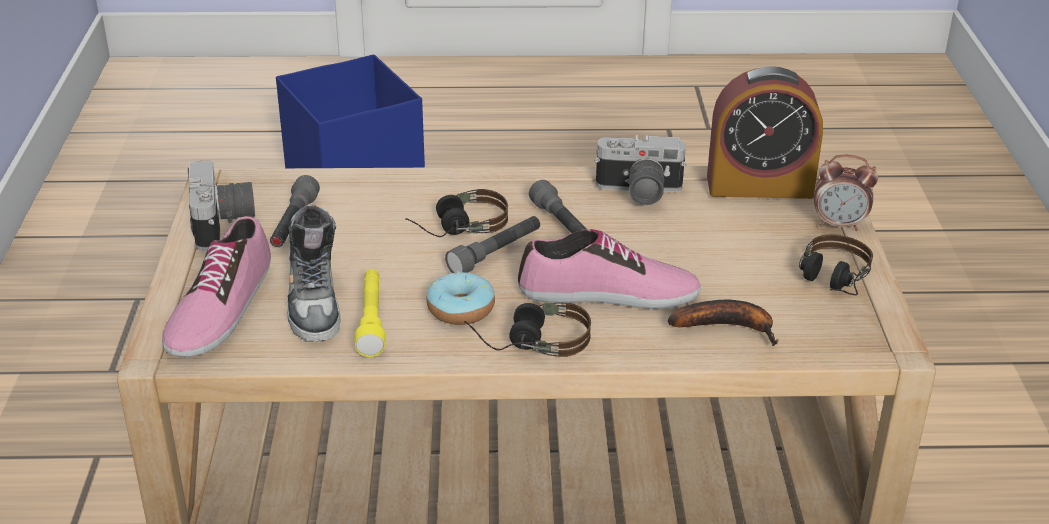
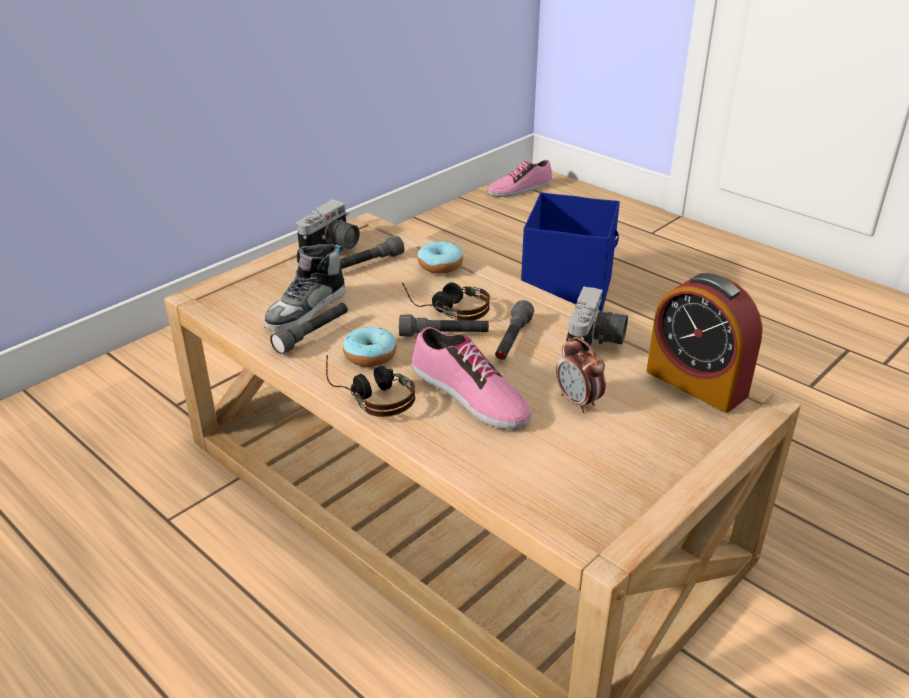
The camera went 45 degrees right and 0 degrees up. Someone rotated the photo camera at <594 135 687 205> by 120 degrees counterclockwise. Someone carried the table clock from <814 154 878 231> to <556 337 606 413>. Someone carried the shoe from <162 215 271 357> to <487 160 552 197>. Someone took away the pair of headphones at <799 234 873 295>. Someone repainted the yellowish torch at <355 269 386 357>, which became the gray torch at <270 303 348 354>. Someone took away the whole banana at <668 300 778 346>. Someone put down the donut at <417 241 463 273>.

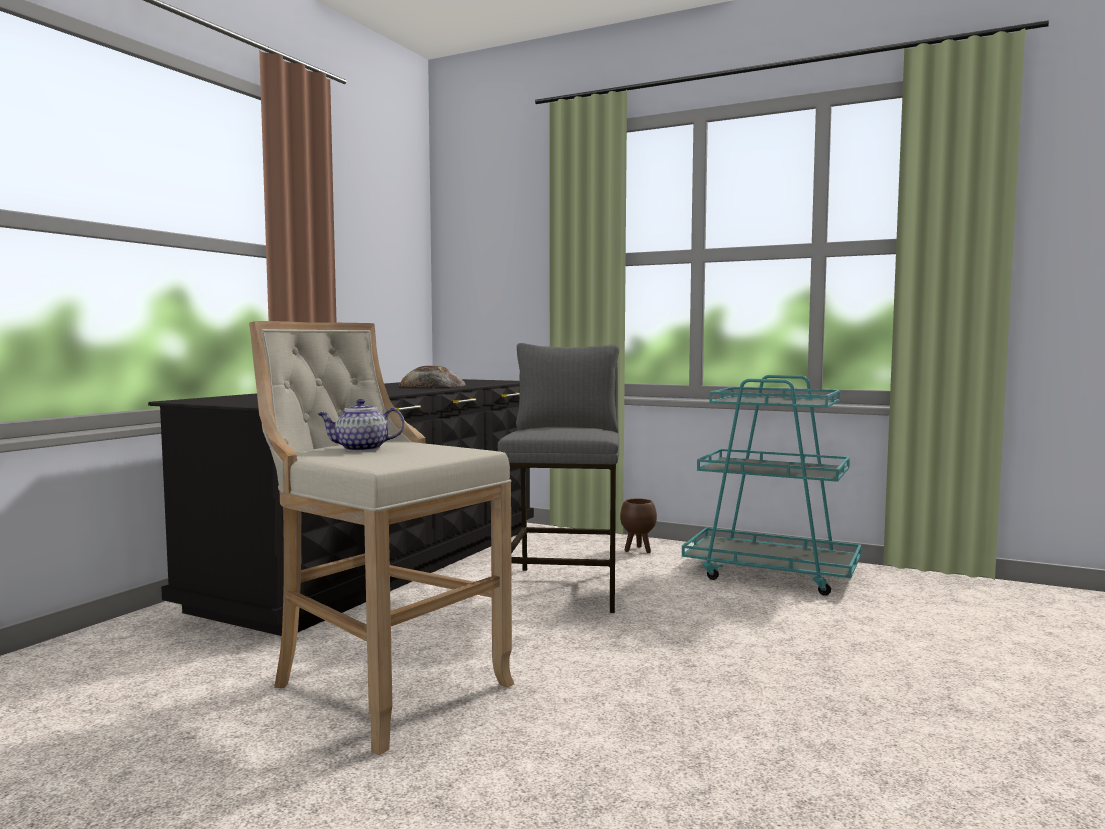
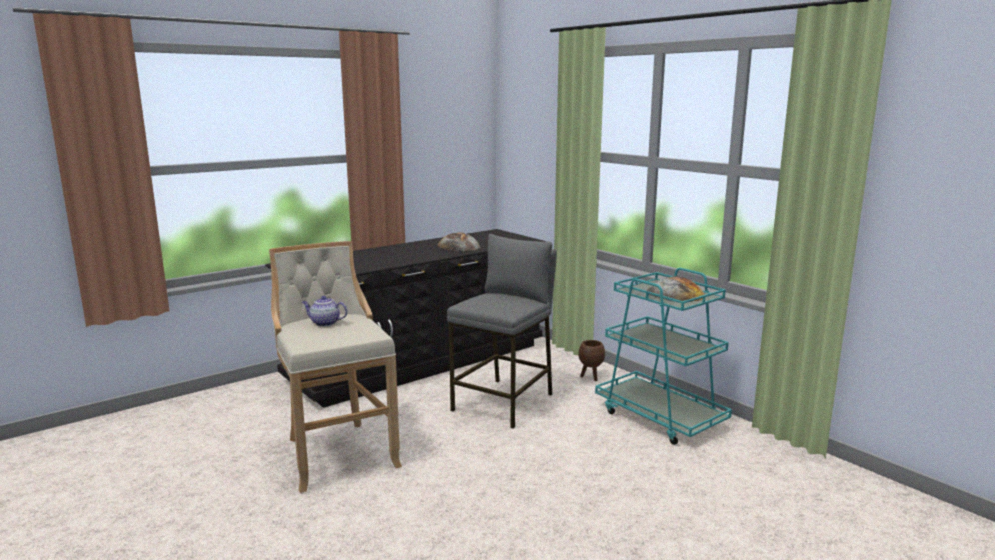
The camera went 25 degrees right and 10 degrees up. Someone put down the bread at <647 276 705 302>.

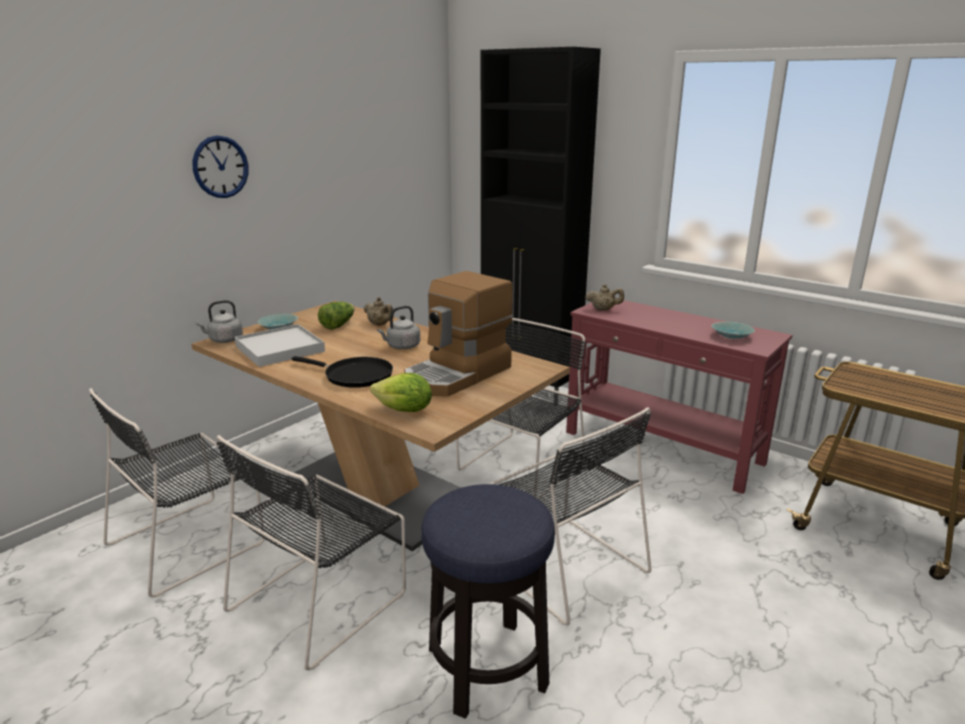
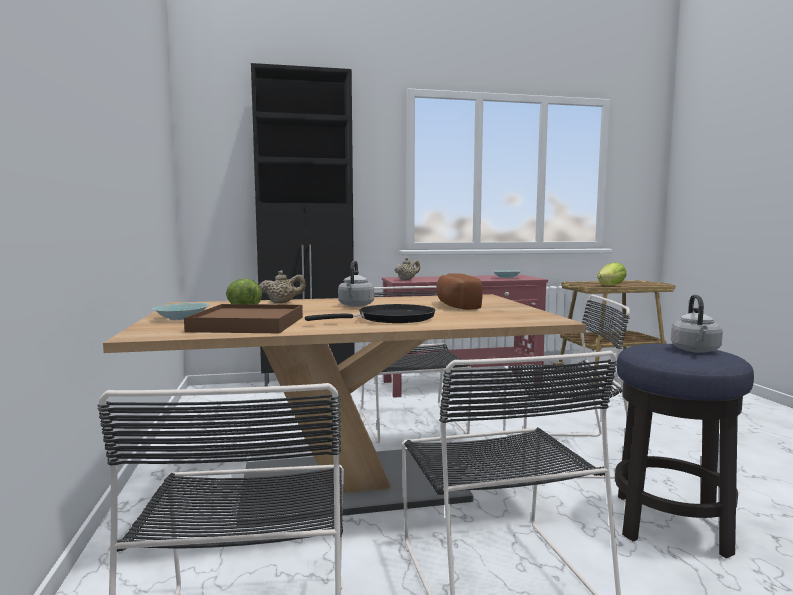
The camera went 50 degrees left and 15 degrees down. Someone took away the clock on the wall at <193 136 248 198>. Someone swapped the coffee maker at <404 271 513 397> for the bread at <436 273 482 310>. Someone carried the gray tea kettle from <196 300 243 343> to <671 295 723 353>. Someone repainted the white tray at <235 324 325 367>, which became the brown-coloured tray at <184 304 303 333>. Someone carried the lettuce head from <370 373 432 412> to <597 262 627 285>.

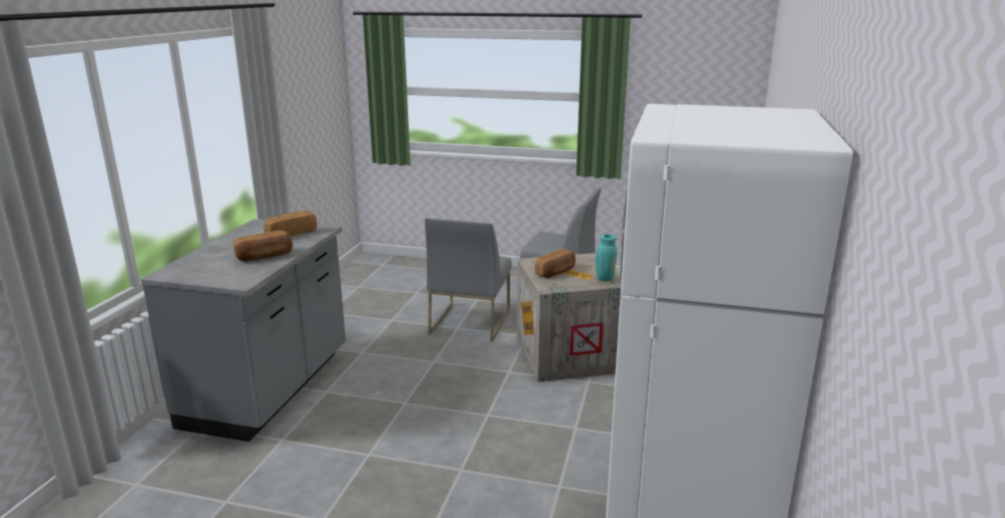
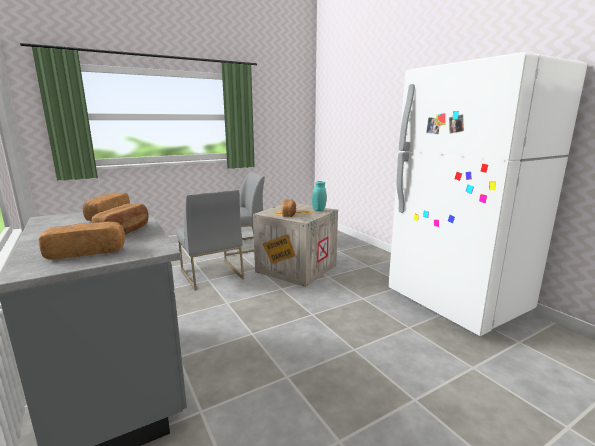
The camera went 45 degrees left and 5 degrees down. Someone put down the bread at <39 221 125 259>.

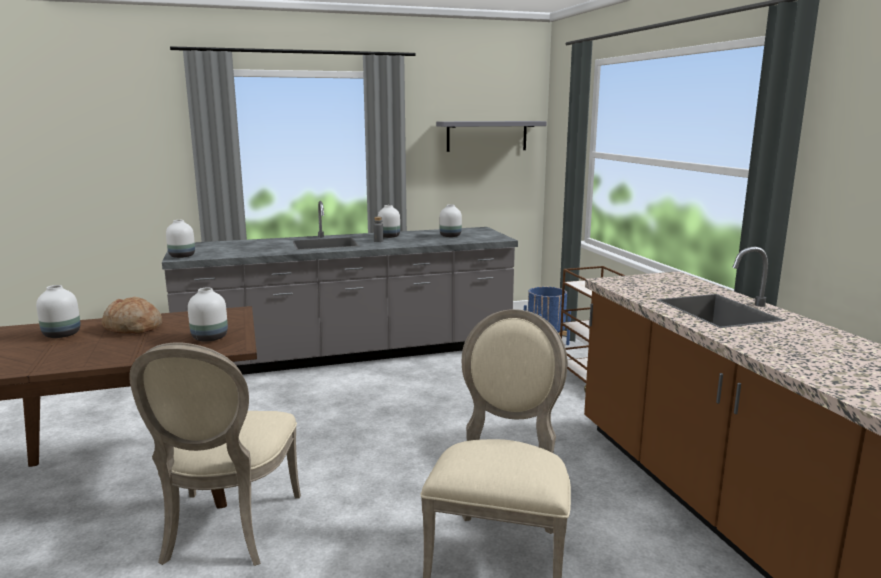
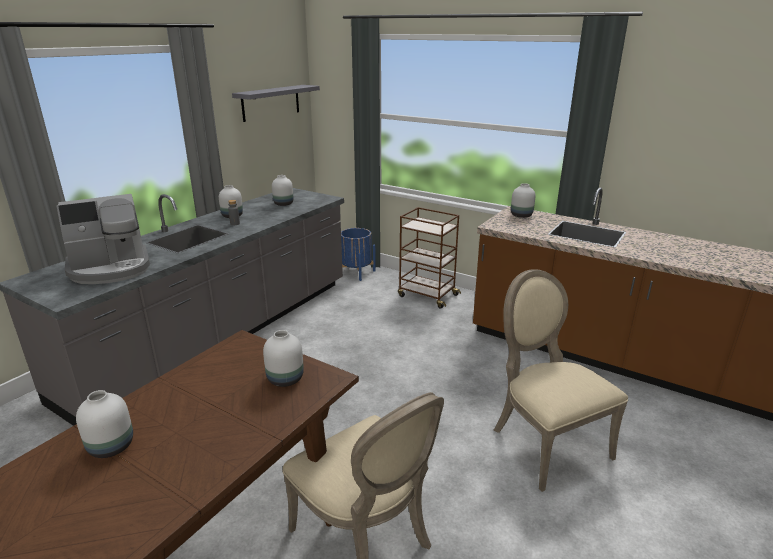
The camera went 40 degrees left and 10 degrees up. Someone carried the white decorative vase from <166 220 195 258> to <511 183 536 218>. Someone took away the bread at <102 297 162 334>. Someone put down the coffee maker at <57 194 150 284>.

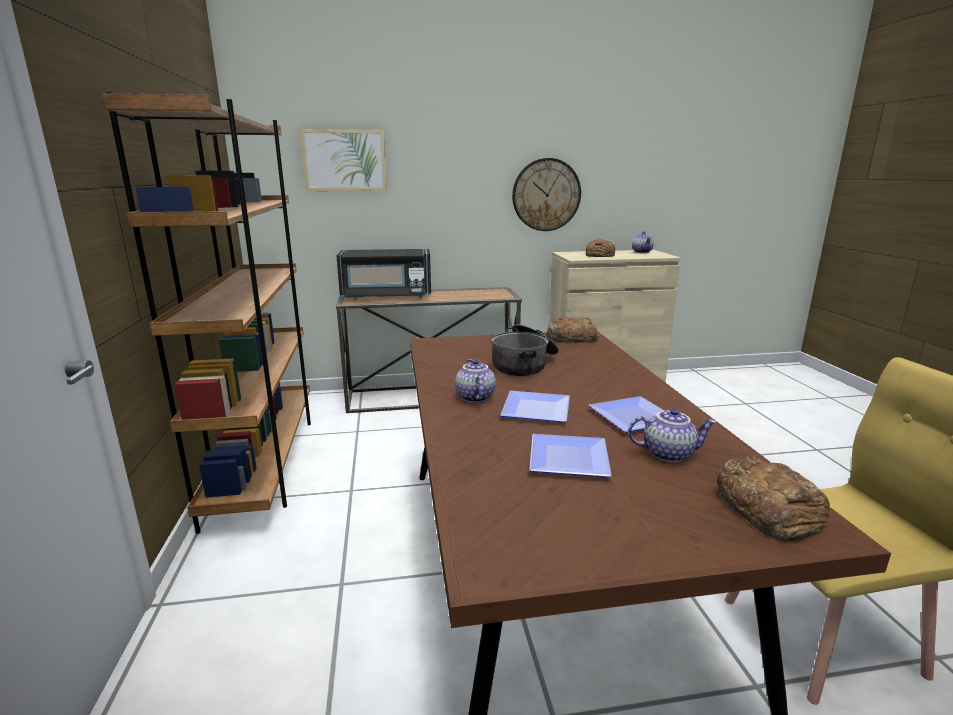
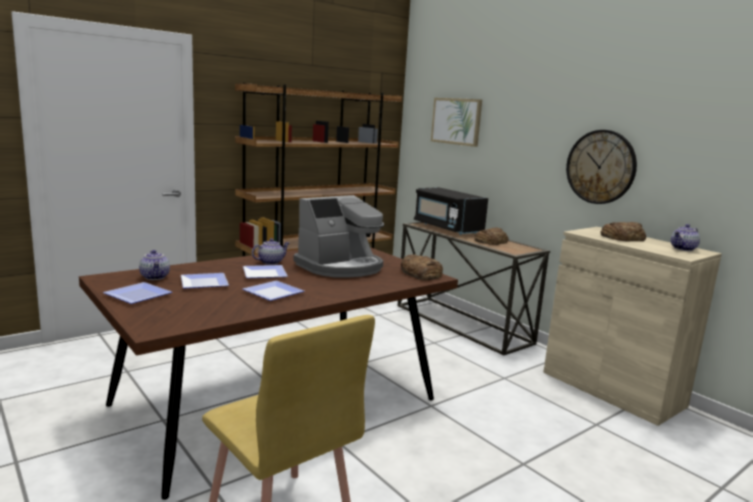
The camera went 60 degrees right and 5 degrees down. Someone swapped the saucepot at <491 325 559 376> for the coffee maker at <293 195 384 278>. Someone carried the pot for tea from <628 408 717 462> to <139 250 170 280>. Someone carried the bread from <717 456 830 540> to <474 228 509 245>. Someone put down the flat dish at <103 282 172 304>.

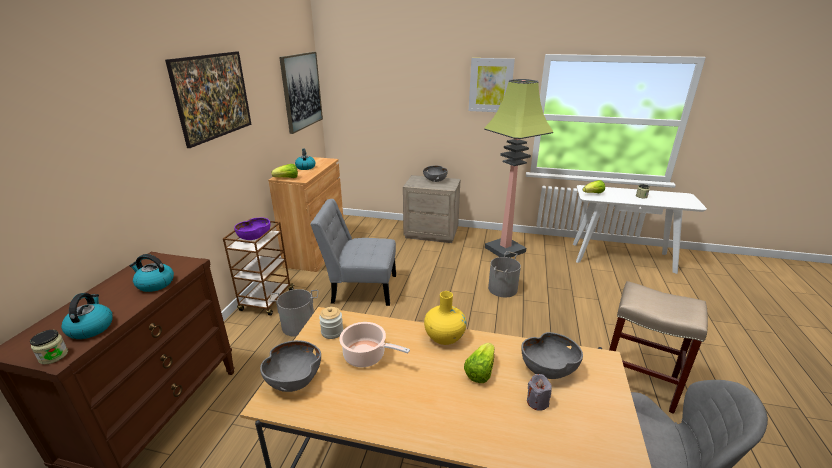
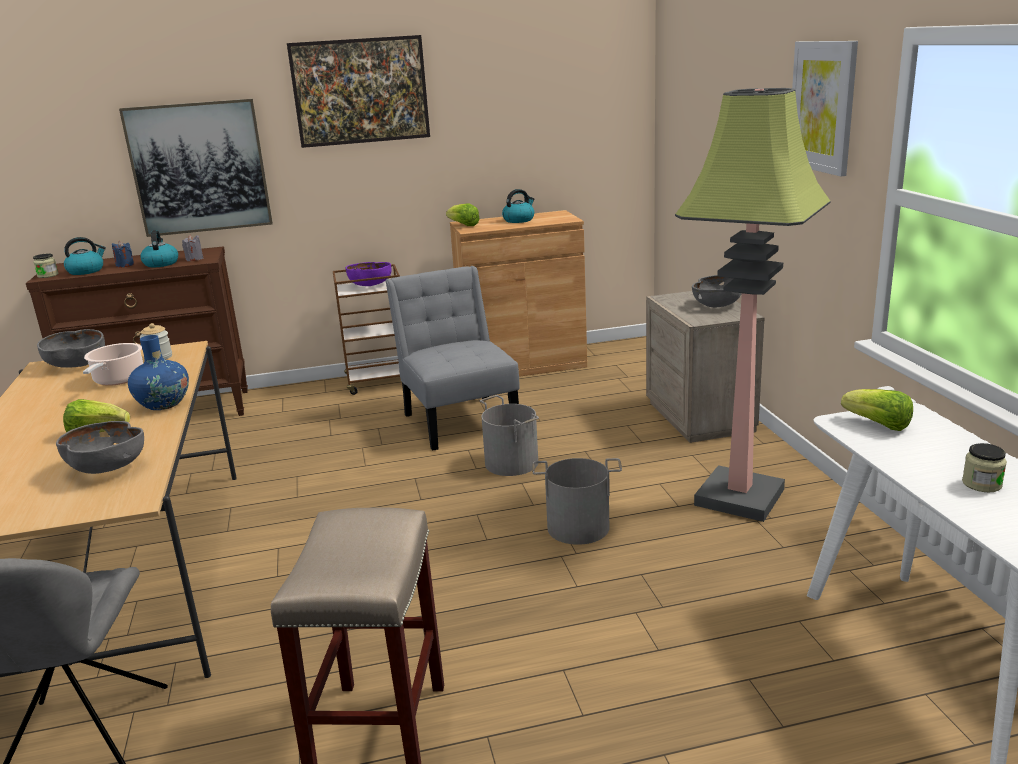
The camera went 65 degrees right and 5 degrees down. Someone carried the picture from <279 52 323 134> to <119 99 273 237>. Someone carried the gray pail from <269 289 318 337> to <480 395 539 476>. Someone repainted the yellowish decorative vase at <424 291 467 345>, which became the bluish decorative vase at <128 335 189 410>. Someone carried the gray candle from <527 374 552 411> to <182 235 204 261>. Someone put down the bluish candle at <112 241 134 267>.

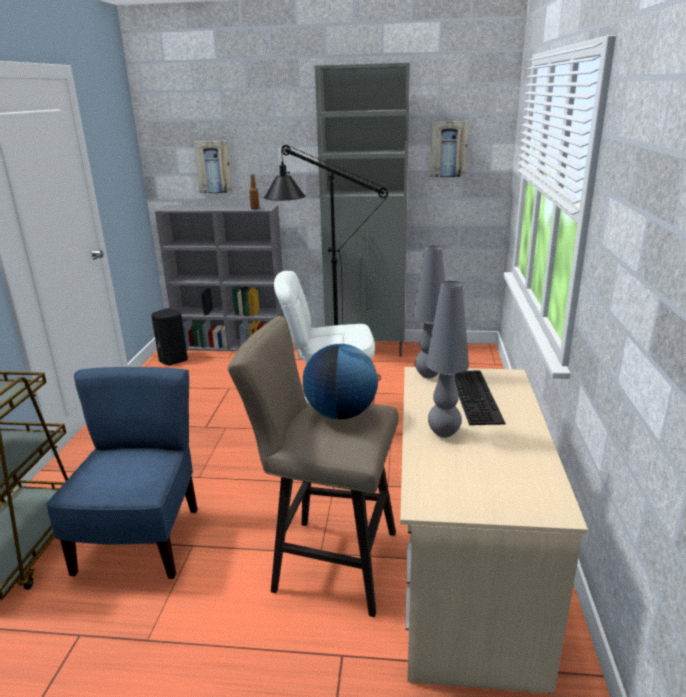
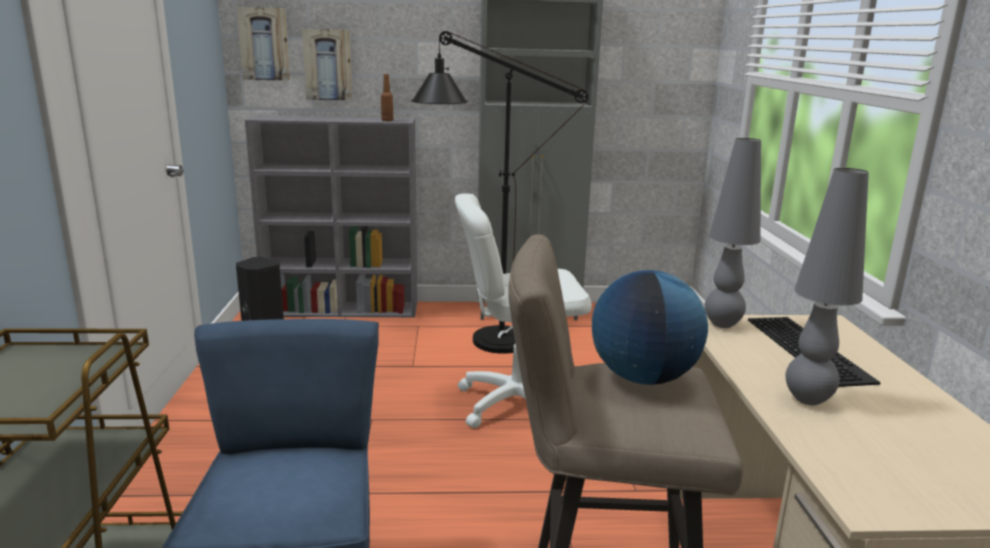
The camera went 10 degrees left and 5 degrees down. Someone carried the picture from <430 121 468 177> to <236 7 290 81>.

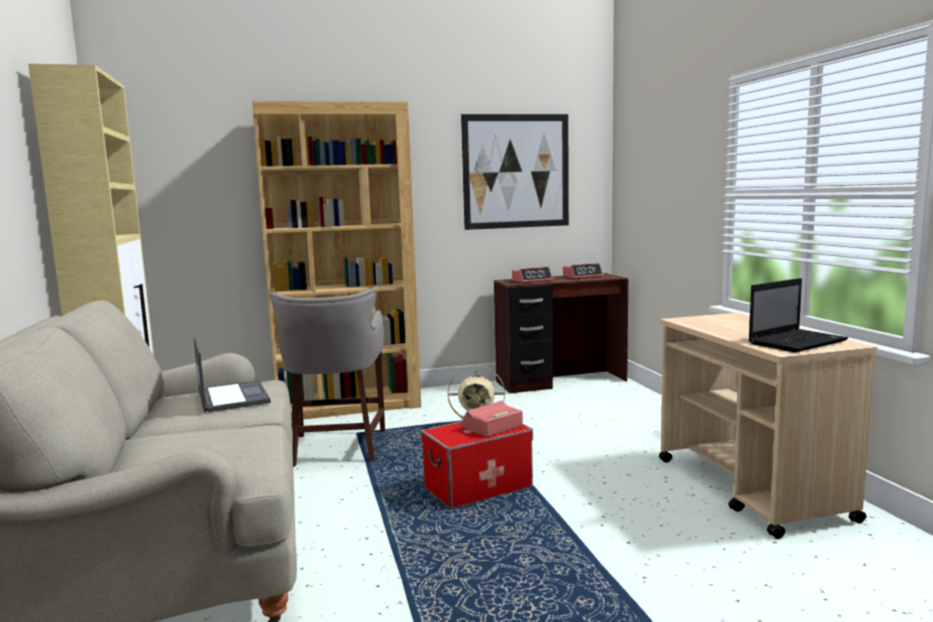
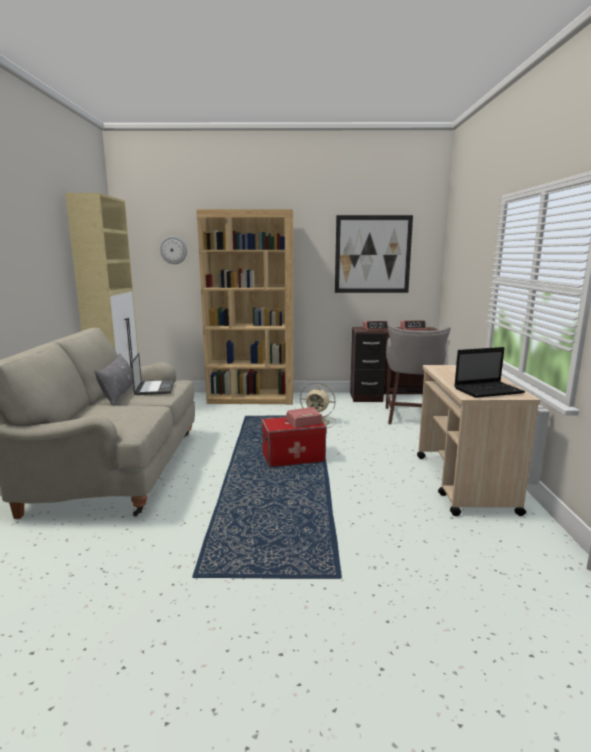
The camera went 15 degrees right and 5 degrees up. Someone carried the gray stool from <269 288 385 467> to <386 325 451 424>. Someone put up the clock on the wall at <160 236 187 264>. Someone put down the gray pillow at <95 353 133 406>.

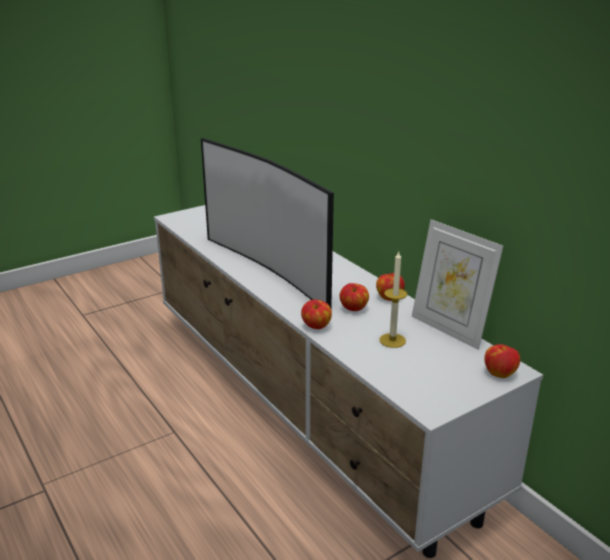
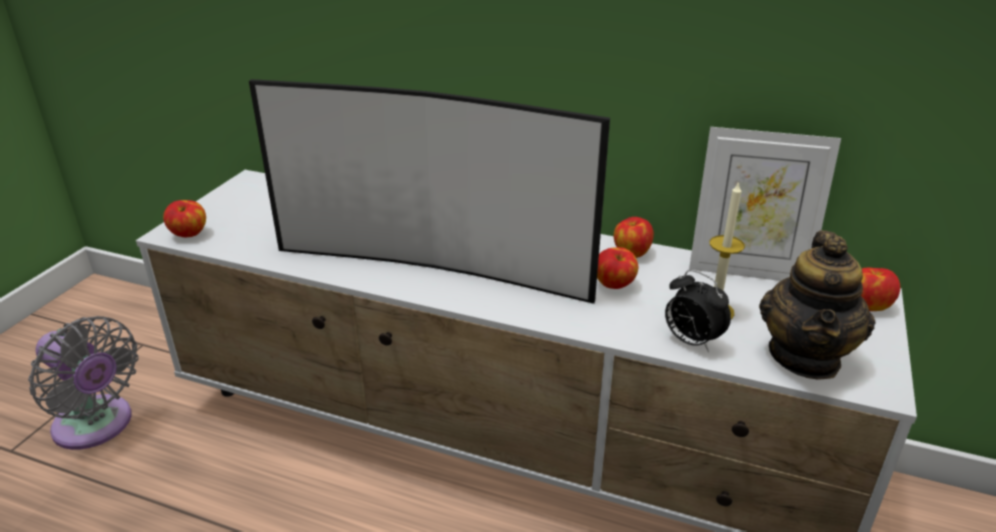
The camera went 35 degrees left and 5 degrees up. Someone carried the apple from <301 299 332 329> to <163 200 206 237>. Someone put down the pot for tea at <759 230 875 380>. Someone put down the table clock at <665 270 731 352>. Someone put down the gray electric fan at <28 316 139 450>.

